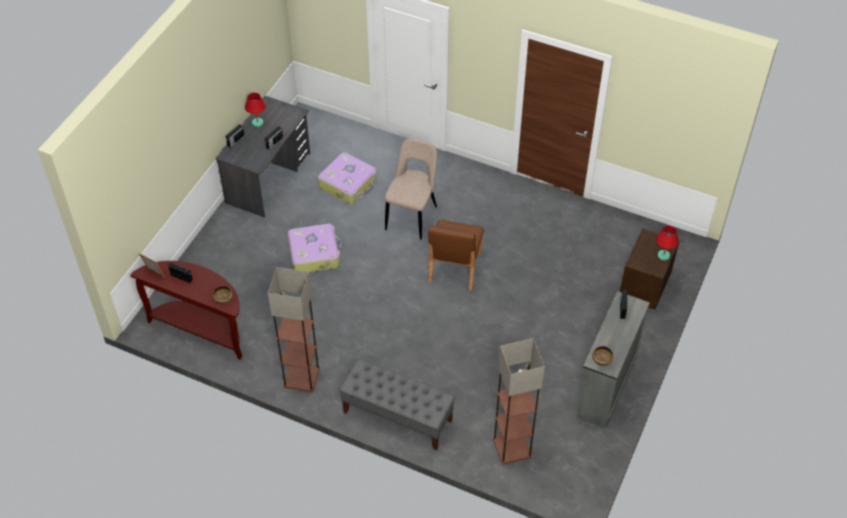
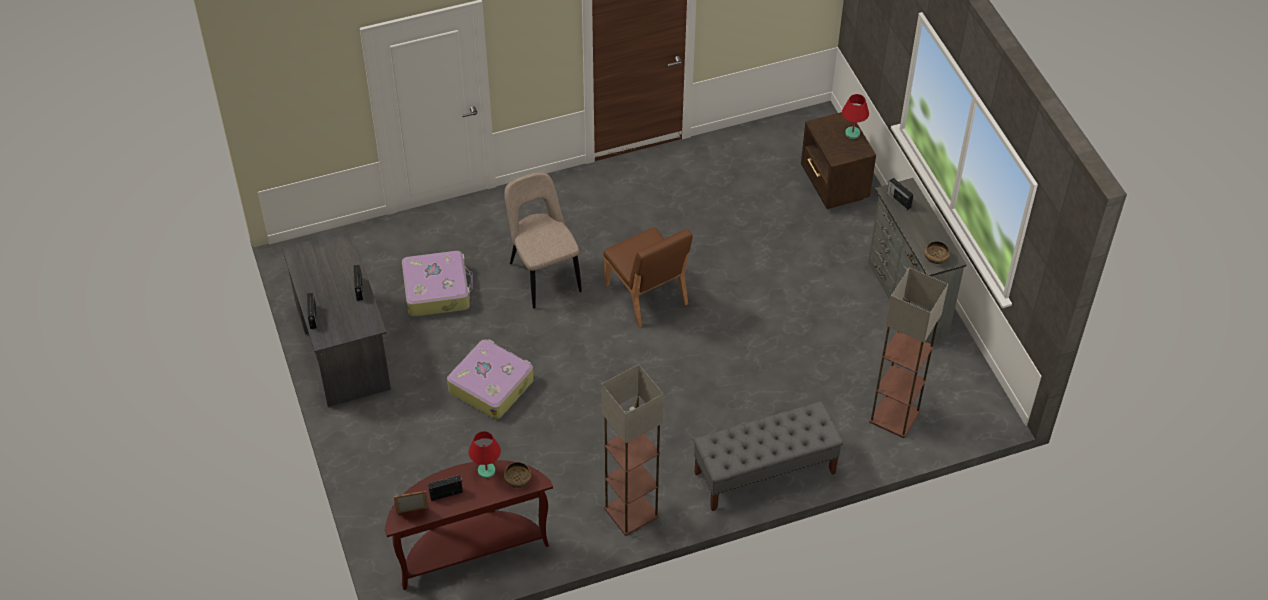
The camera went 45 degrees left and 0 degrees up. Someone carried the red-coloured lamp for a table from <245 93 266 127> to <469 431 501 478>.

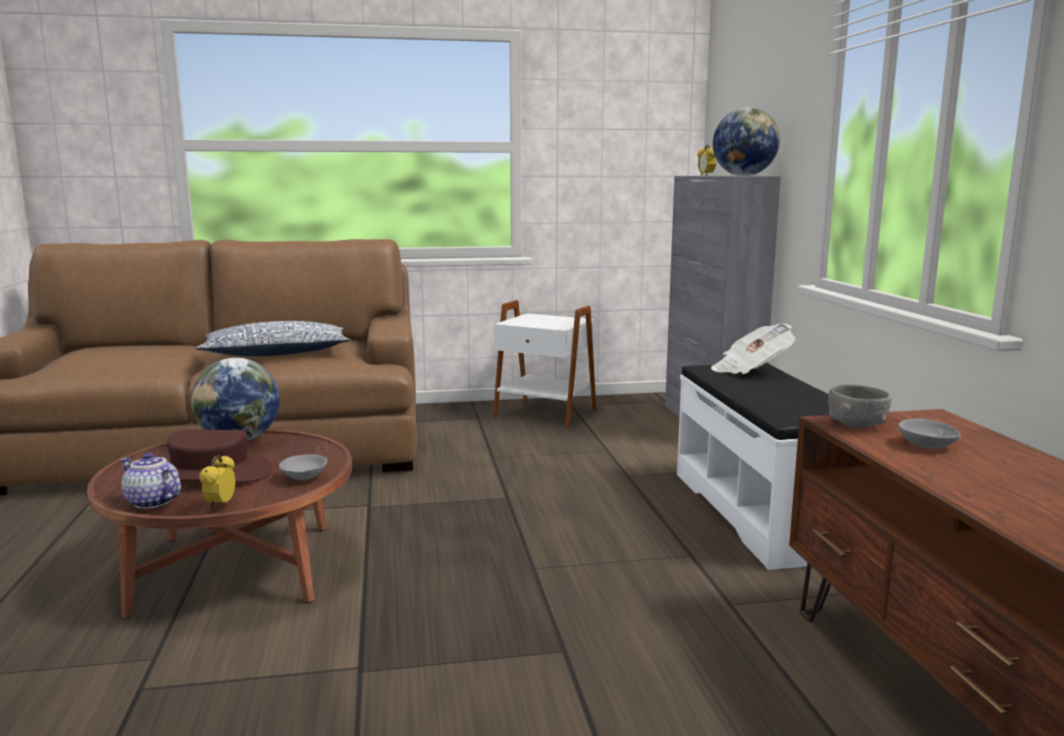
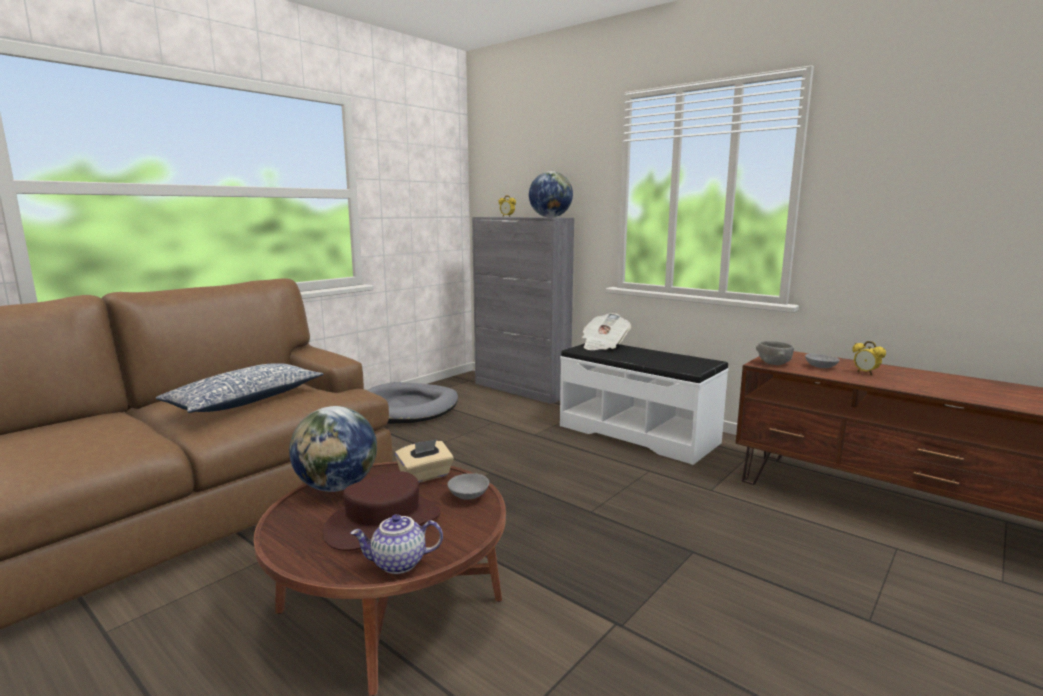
The camera went 40 degrees left and 0 degrees up. Someone swapped the white end table at <493 300 596 429> for the gray dog bed at <368 382 458 424>. Someone carried the table clock from <199 455 235 509> to <852 341 886 375>. Someone put down the beige box of tissues at <395 439 454 483>.

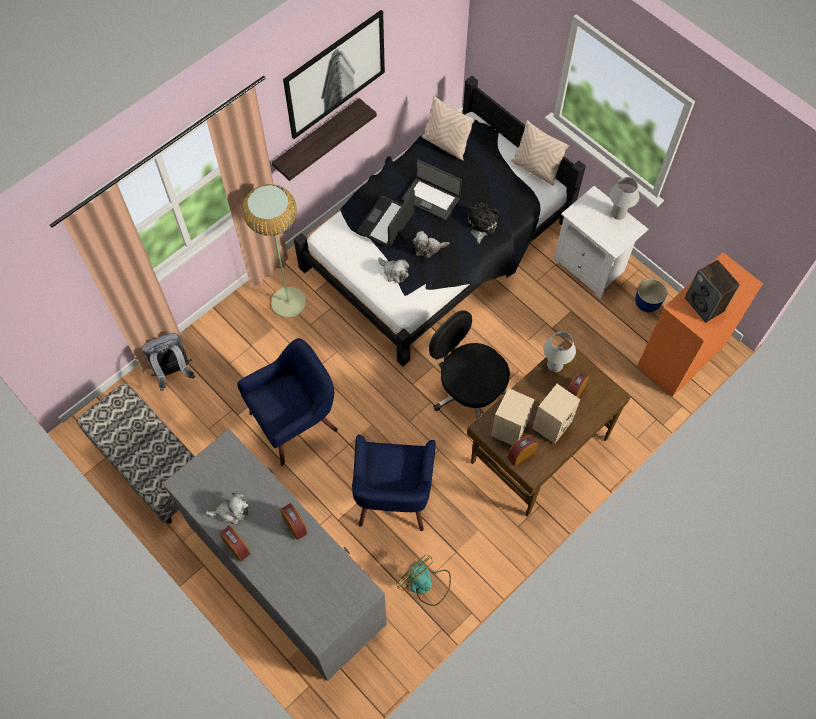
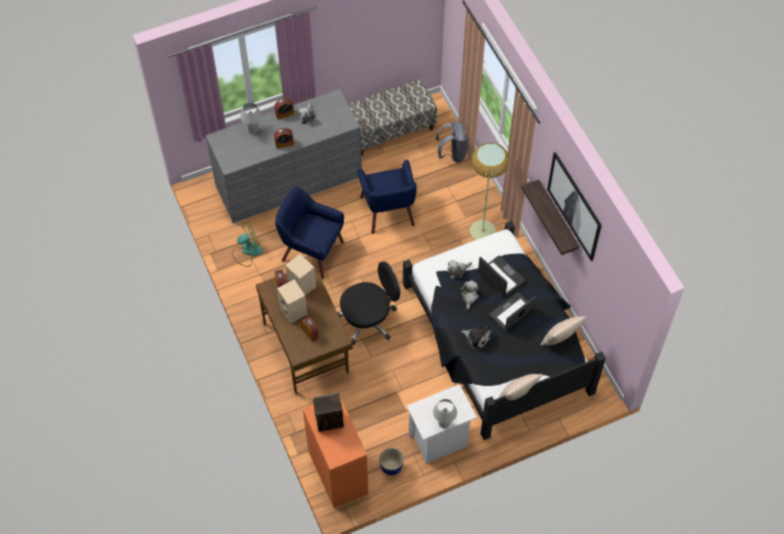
The camera went 110 degrees right and 5 degrees down. Someone carried the white lamp for a table from <543 332 576 372> to <240 102 262 134>.

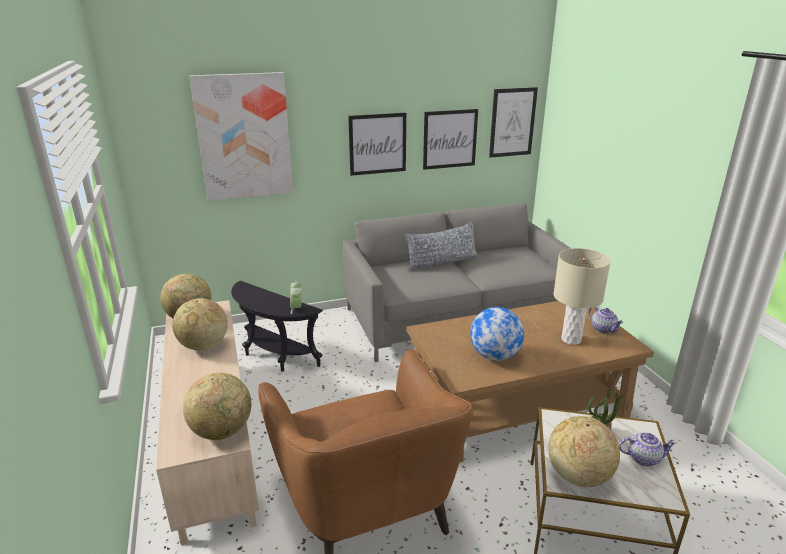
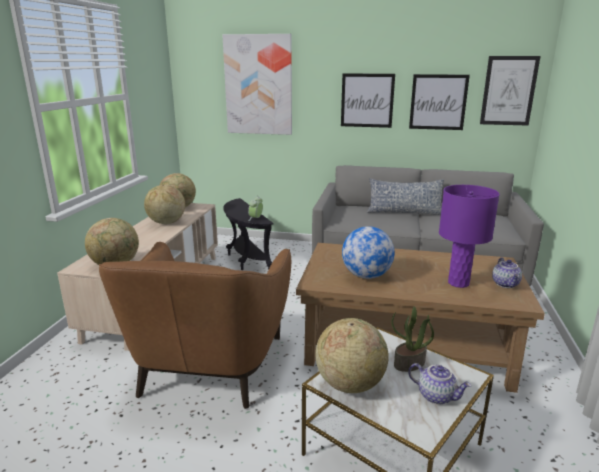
The camera went 30 degrees right and 5 degrees down. Someone repainted the beige lamp for a table at <553 248 611 345>, which became the purple-coloured lamp for a table at <439 185 500 288>.

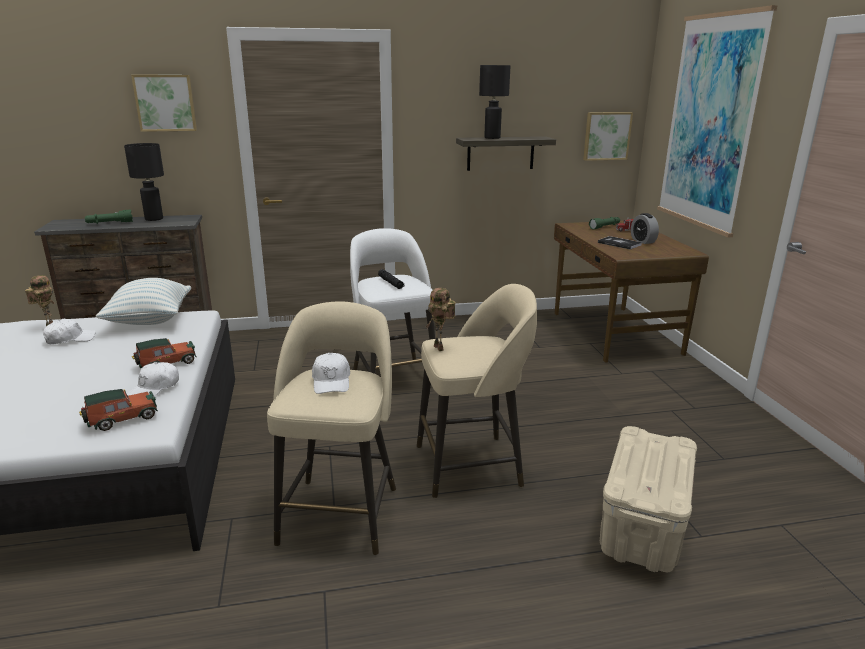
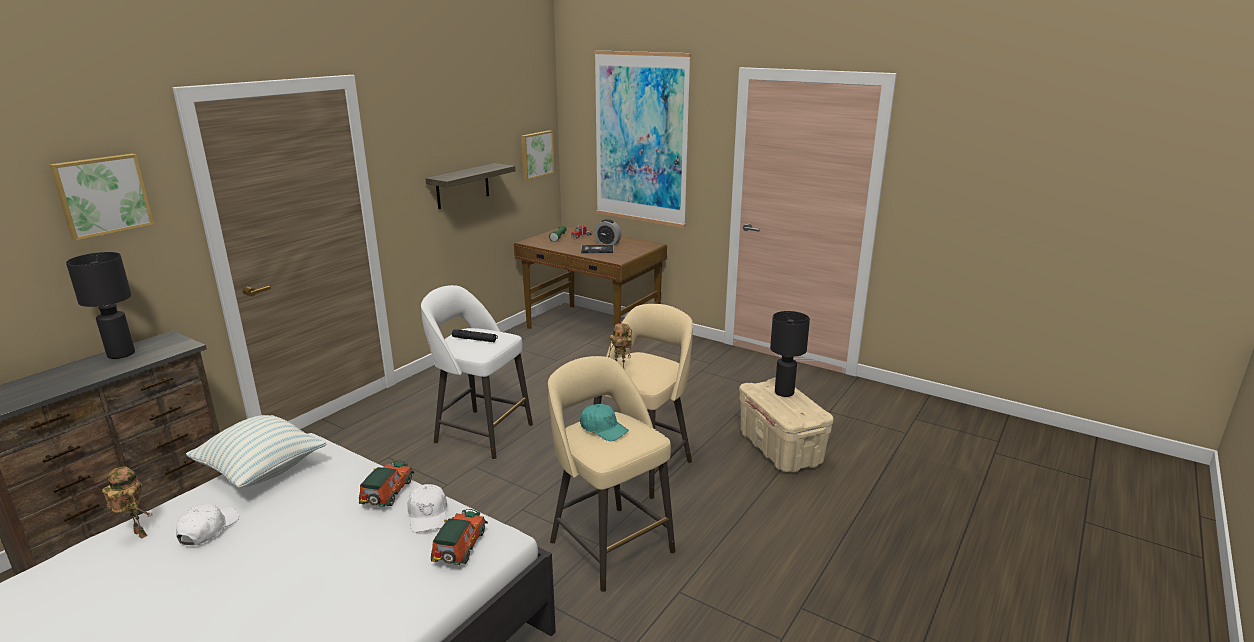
The camera went 45 degrees left and 0 degrees up. Someone carried the blackish lamp for a table from <479 65 511 139> to <770 311 810 397>. Someone took away the green torch at <85 210 133 224>. Someone repainted the white baseball cap at <312 353 350 394>, which became the turquoise-coloured baseball cap at <580 404 629 441>.

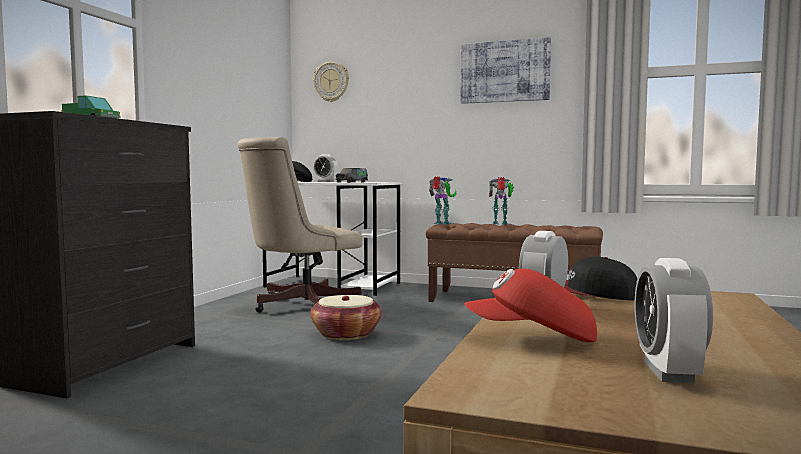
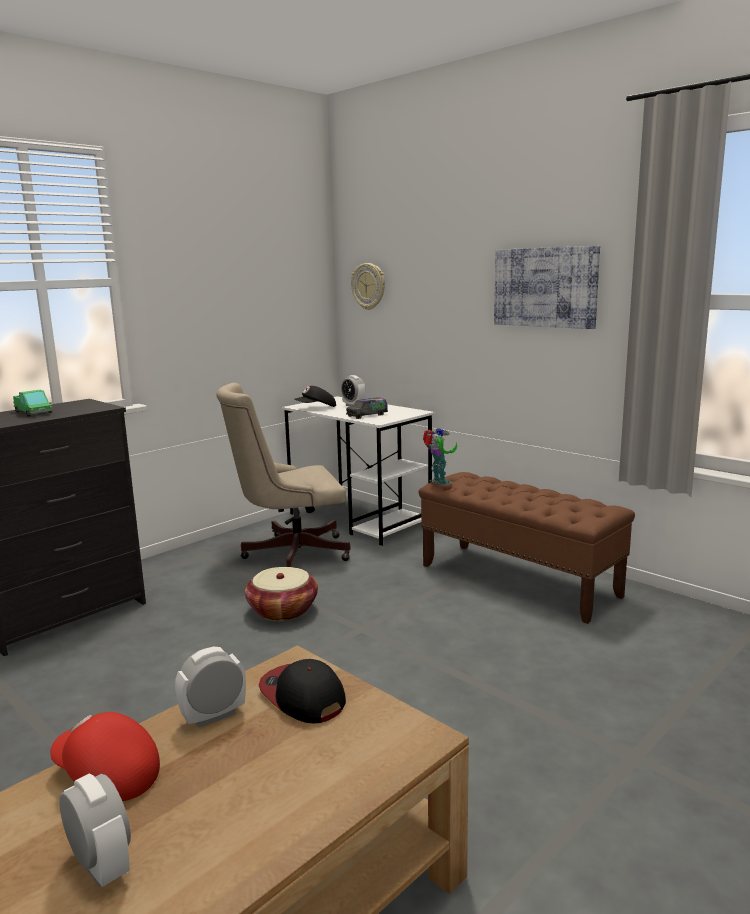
The camera went 25 degrees right and 10 degrees up. Someone took away the model robot at <489 177 514 225>. Someone rotated the table clock at <635 258 713 383> by 105 degrees clockwise.

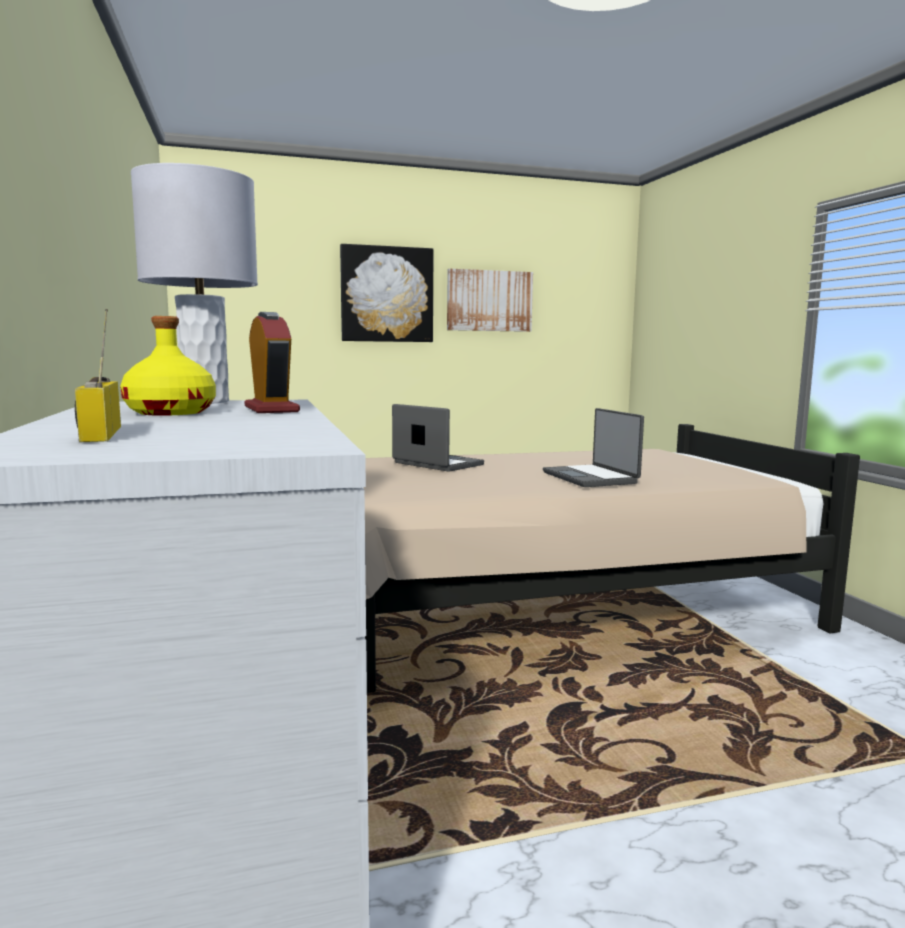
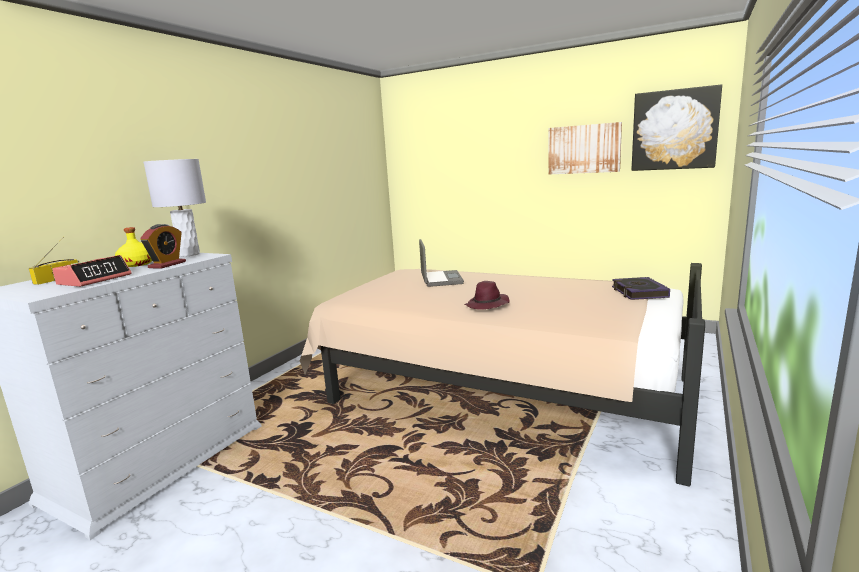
The camera went 45 degrees right and 5 degrees up. Someone carried the picture from <340 244 433 342> to <632 85 722 171>. Someone swapped the notebook computer at <543 408 644 487> for the purple-coloured clothing hat at <465 281 509 309>. Someone put down the table clock at <52 255 132 287>. Someone put down the volume at <612 277 670 300>.

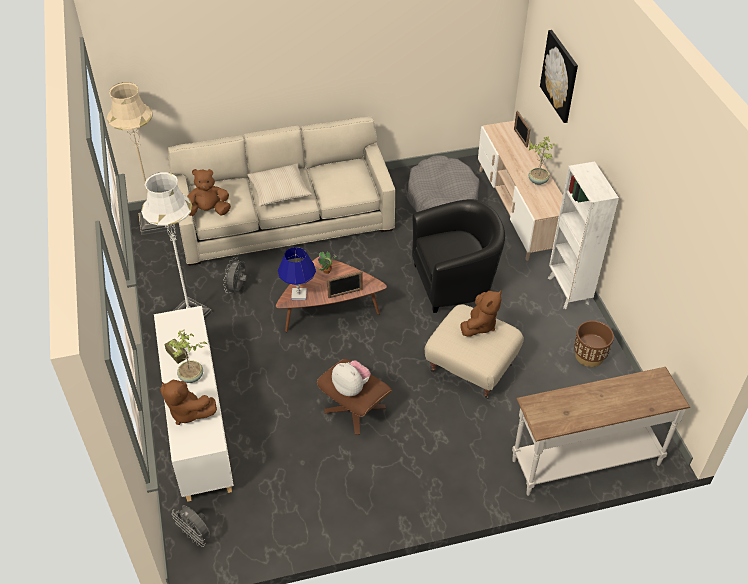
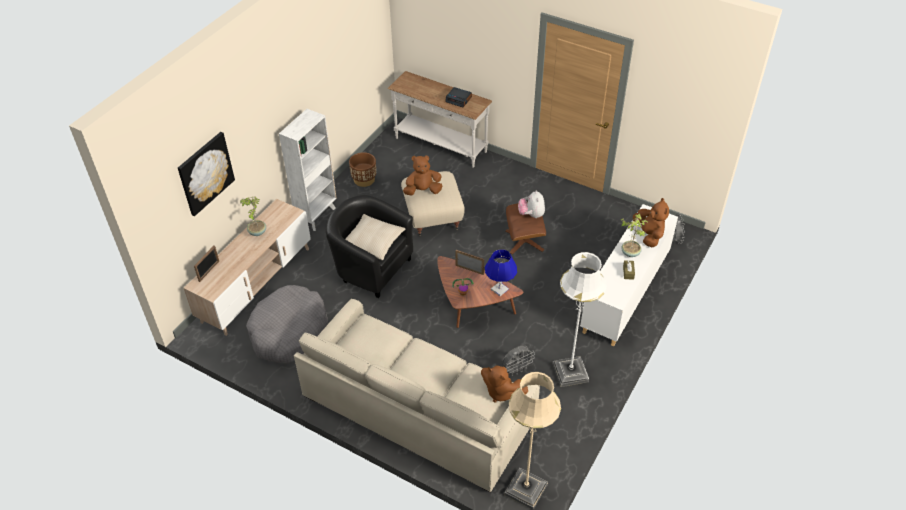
The camera went 135 degrees left and 0 degrees up. Someone carried the beige pillow from <247 163 312 206> to <345 214 406 260>. Someone put down the table clock at <445 87 472 107>.

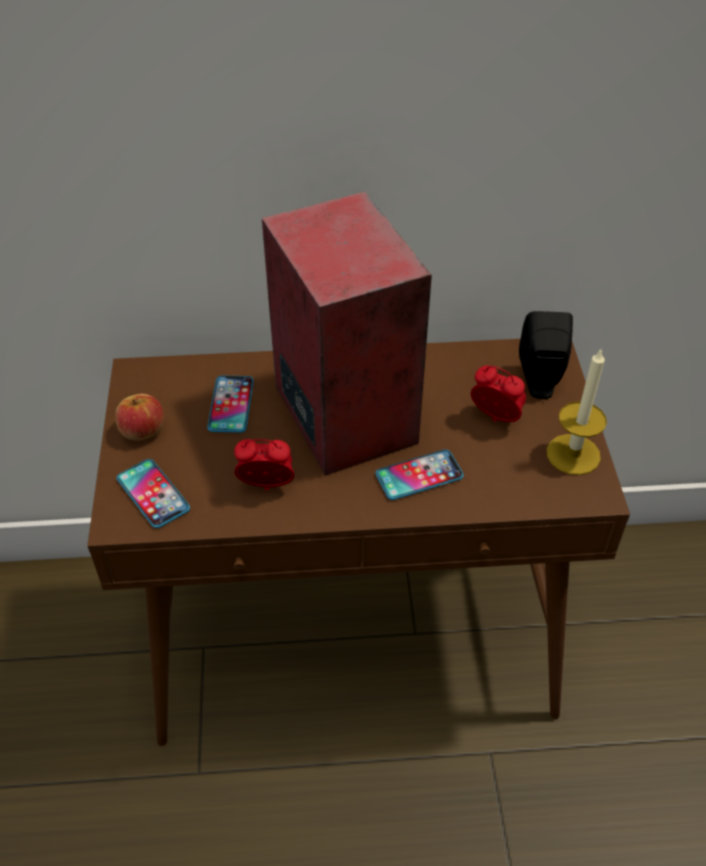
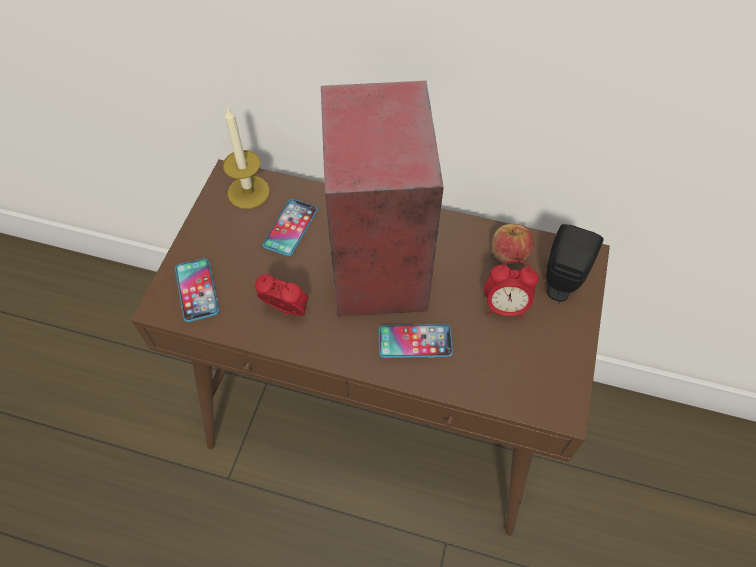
The camera went 20 degrees right and 10 degrees up. Someone carried the candle from <547 349 607 475> to <223 107 270 209>. Someone rotated the table clock at <471 365 526 422> by 135 degrees clockwise. Someone carried the apple from <115 393 164 441> to <492 224 534 264>.

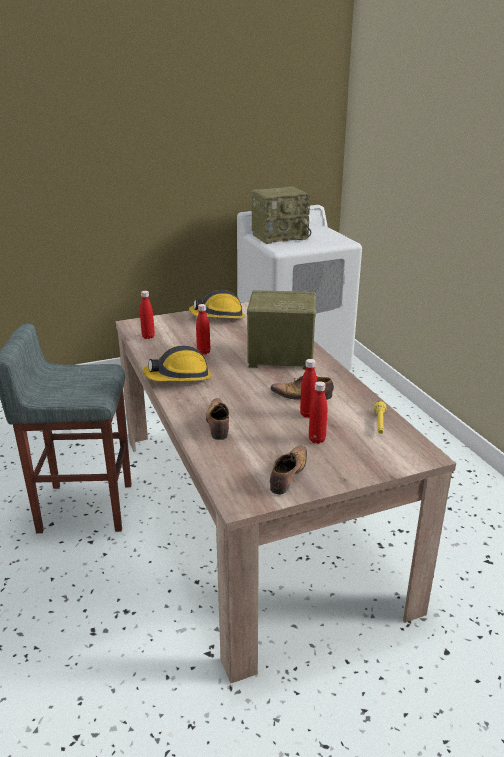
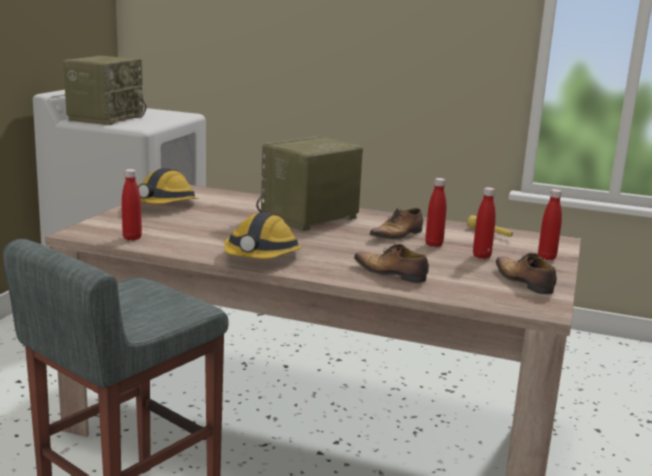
The camera went 50 degrees left and 10 degrees down. Someone carried the red-coloured beverage bottle from <196 304 210 354> to <538 189 562 260>.

